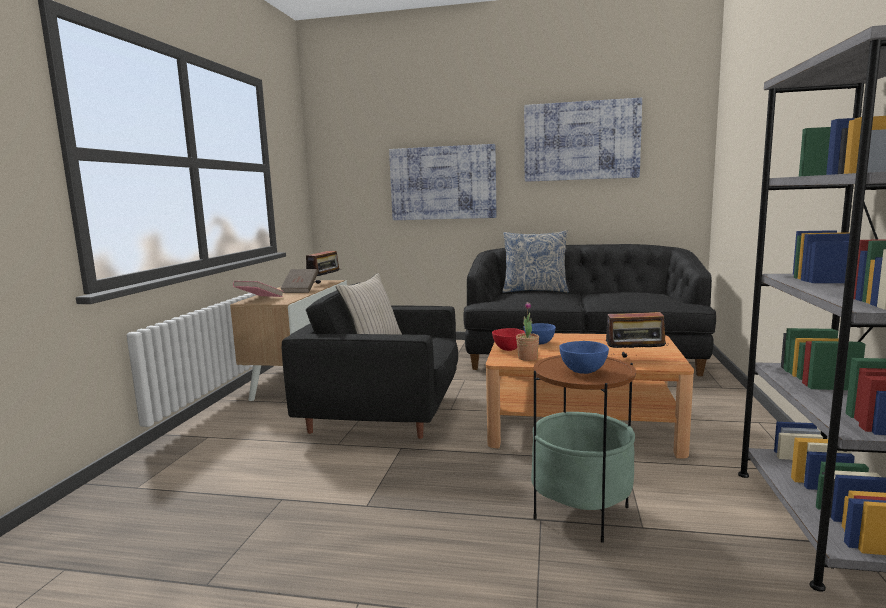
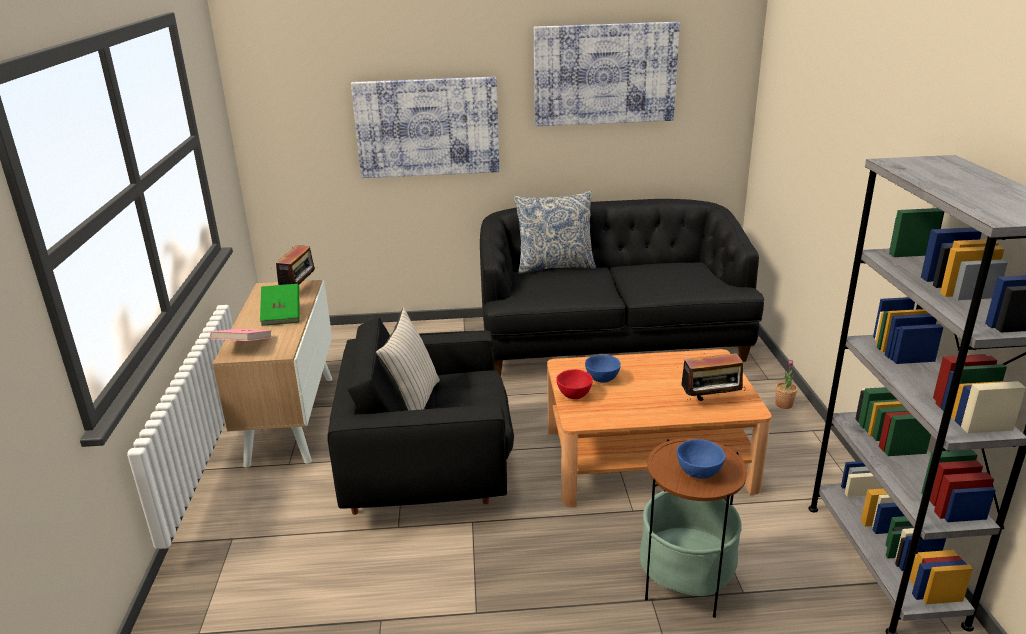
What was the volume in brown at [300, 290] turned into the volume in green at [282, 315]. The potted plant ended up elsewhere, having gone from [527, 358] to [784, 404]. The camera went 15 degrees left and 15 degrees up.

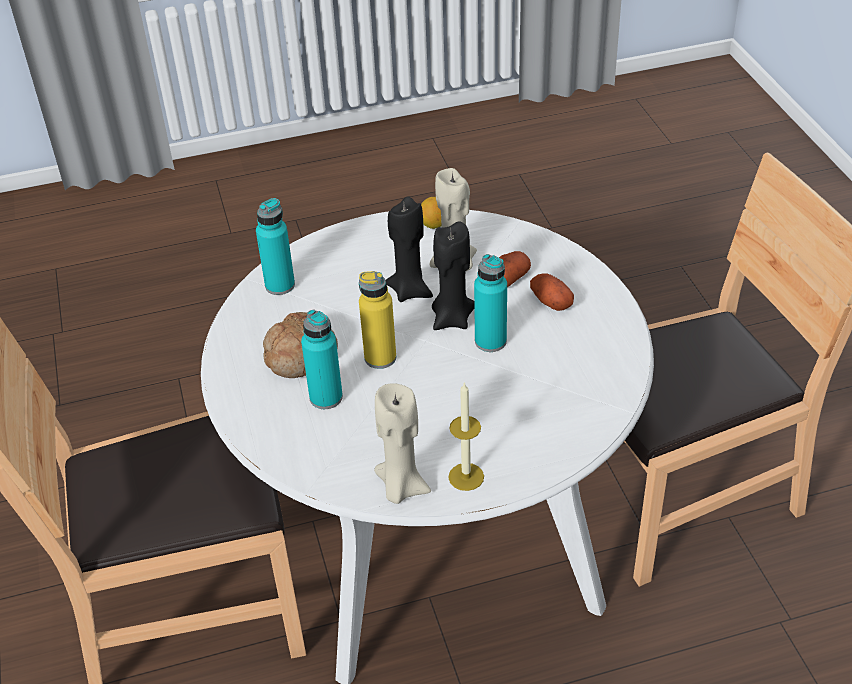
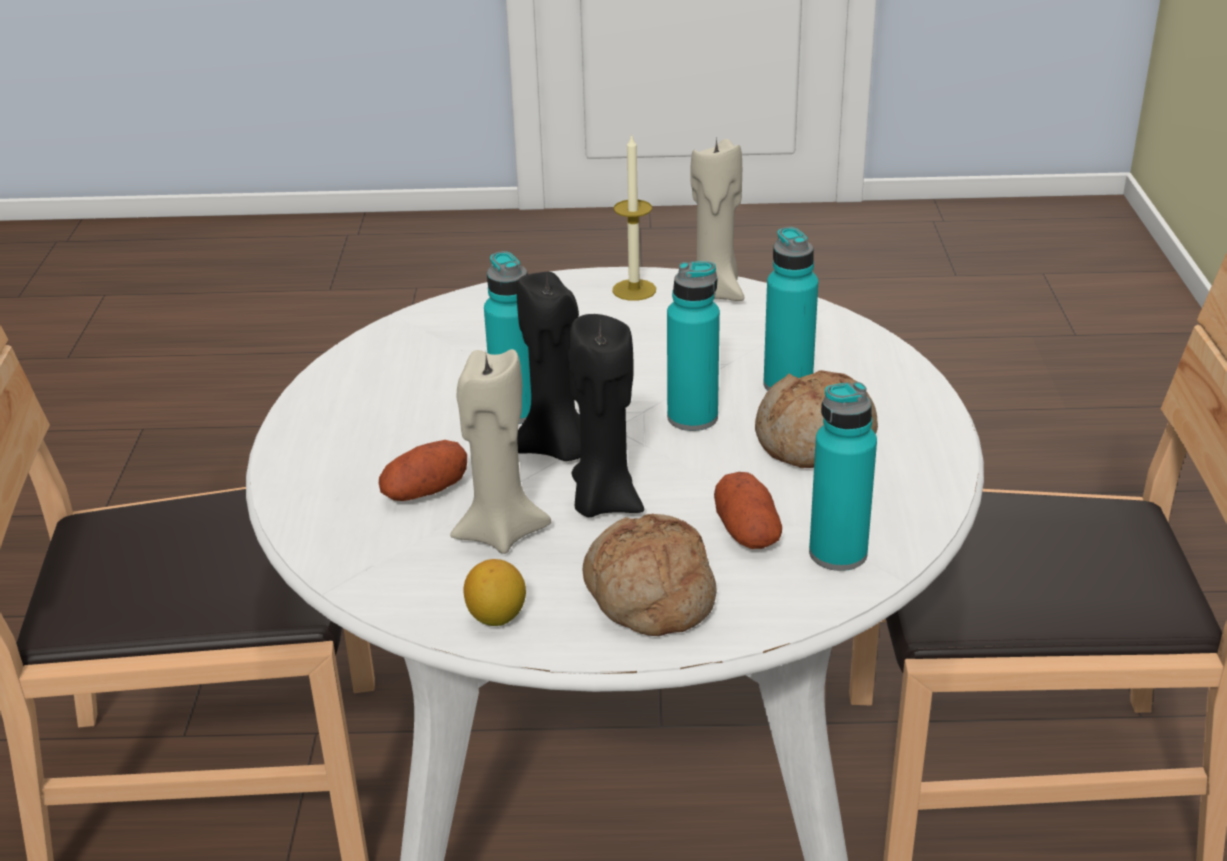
The second view gained the bread at [648, 596]. What was the beverage bottle in yellow-coloured at [380, 358] turned into the beverage bottle in turquoise at [692, 417]. The whole potato ended up elsewhere, having gone from [551, 301] to [747, 531]. The camera went 165 degrees left and 10 degrees down.

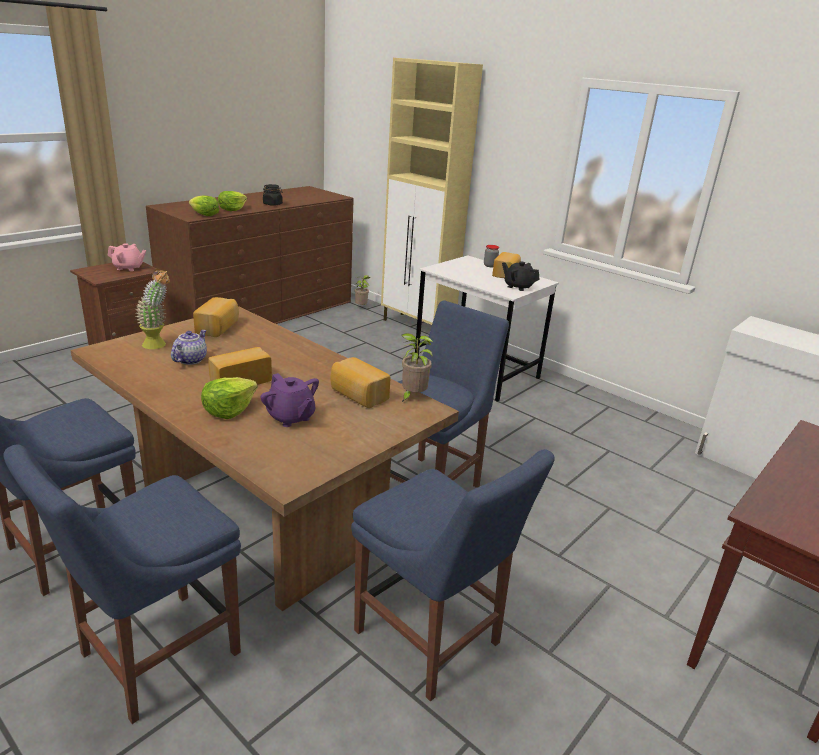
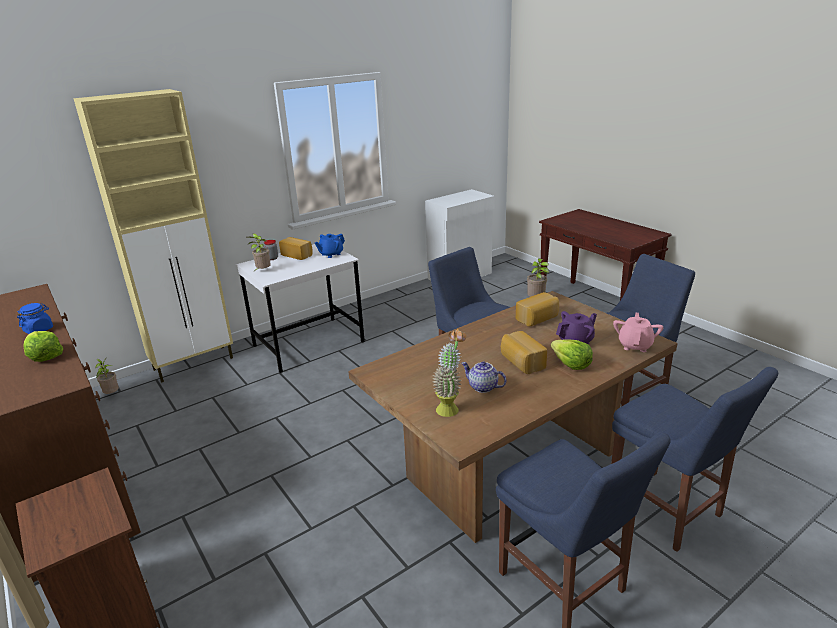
What was the preserve jar in black-coloured at [273, 204] turned into the preserve jar in blue-coloured at [39, 330]. The second view gained the potted plant at [263, 271]. What was the pot for tea in black-coloured at [518, 287] turned into the pot for tea in blue-coloured at [331, 254]. The pot for tea in pink-coloured ended up elsewhere, having gone from [128, 268] to [635, 345]. The second view lost the lettuce head at [204, 215]. The second view lost the bread at [218, 328]. The camera went 75 degrees left and 0 degrees up.

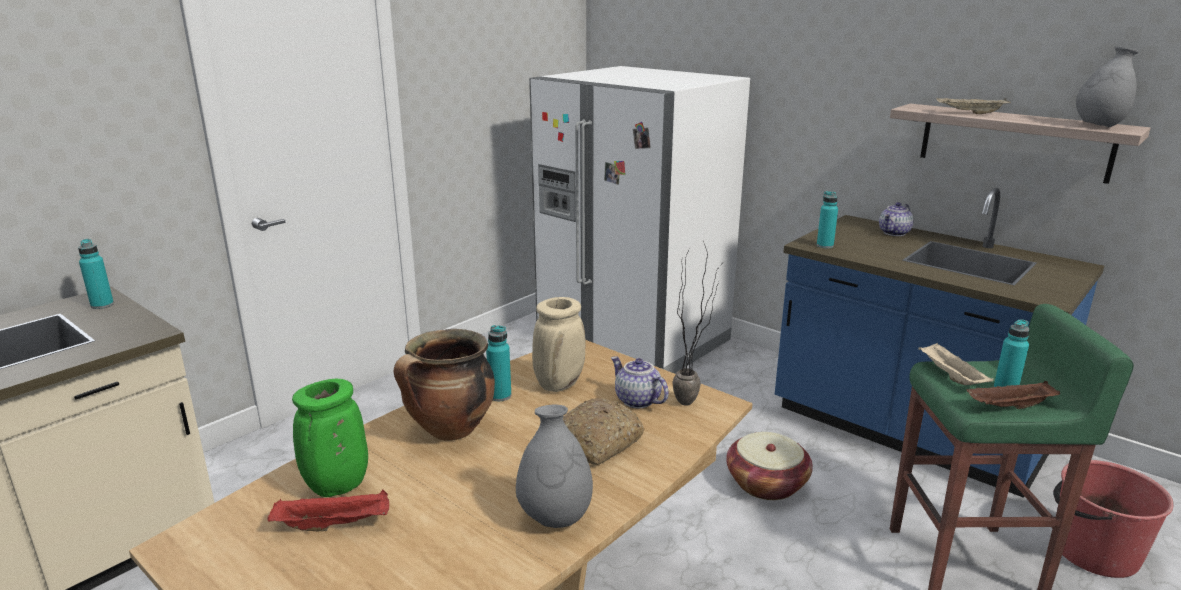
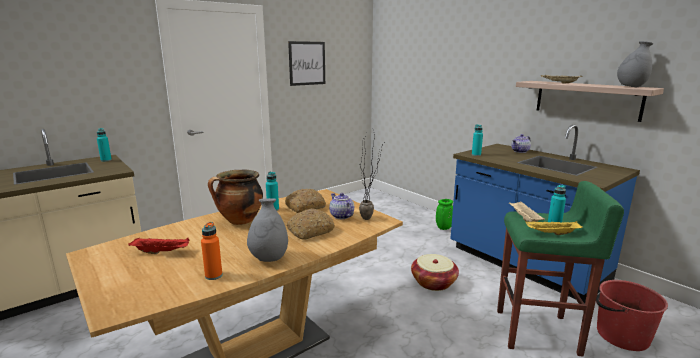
The second view gained the beverage bottle in orange at [213, 275]. Where the flower vase in beige-coloured stood at [559, 384], the bread came to stand at [305, 207]. The second view gained the wall art at [307, 63]. The flower vase in green ended up elsewhere, having gone from [336, 487] to [443, 228]. What was the carrying tray in brown at [1010, 407] turned into the carrying tray in yellow-coloured at [552, 234]. The second view lost the refrigerator in whitish at [633, 340]. The camera went 10 degrees right and 5 degrees down.

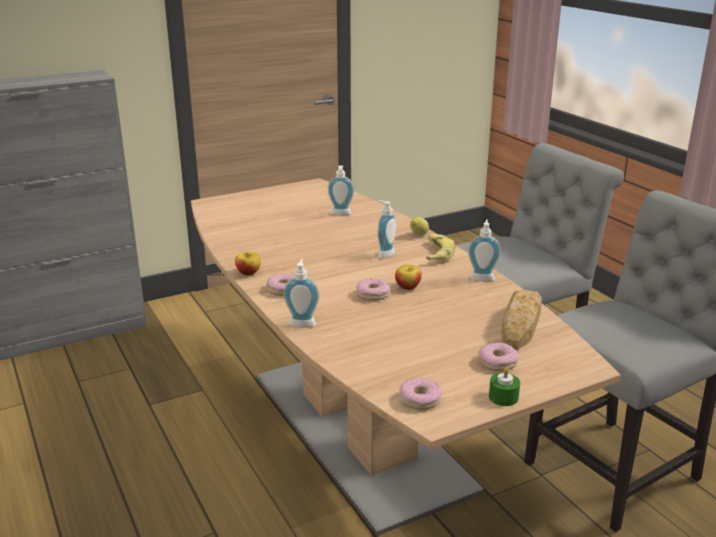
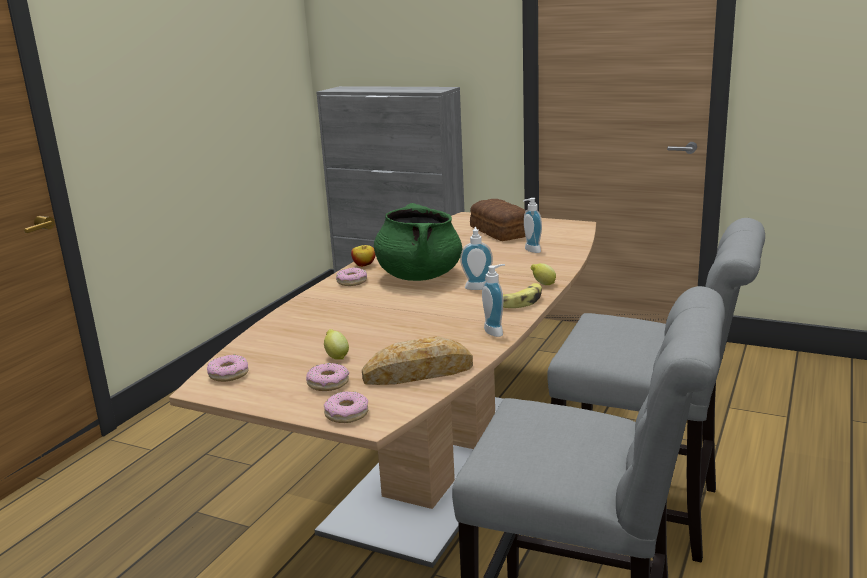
The second view gained the citrus fruit at [336, 356]. The doughnut ended up elsewhere, having gone from [372, 294] to [346, 414]. The second view gained the saucepot in green at [419, 276]. The second view gained the bread at [499, 232]. The second view lost the soap dispenser at [302, 323]. The second view lost the whole apple at [407, 287]. The second view lost the wax candle in green at [503, 397]. The camera went 55 degrees right and 5 degrees down.

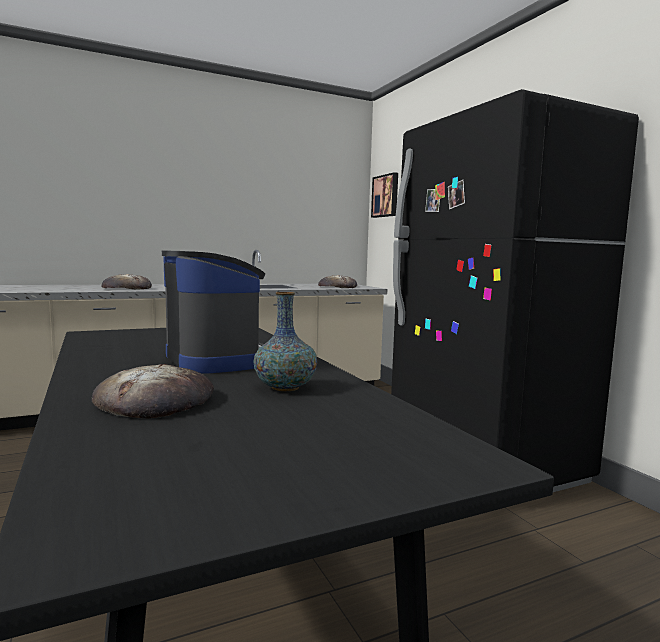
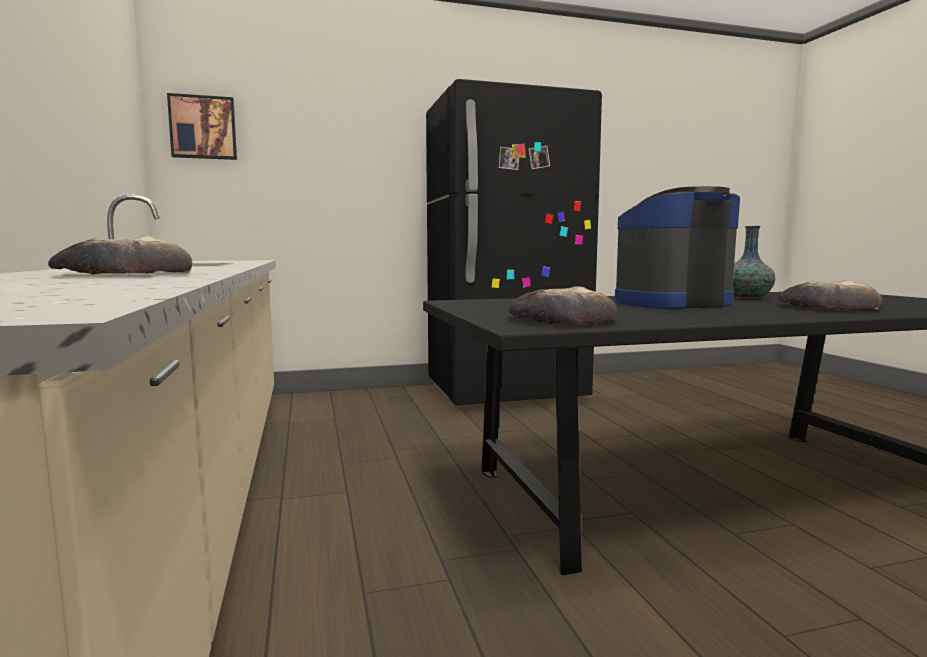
The bread ended up elsewhere, having gone from [337, 286] to [560, 319]. The camera went 80 degrees left and 0 degrees up.

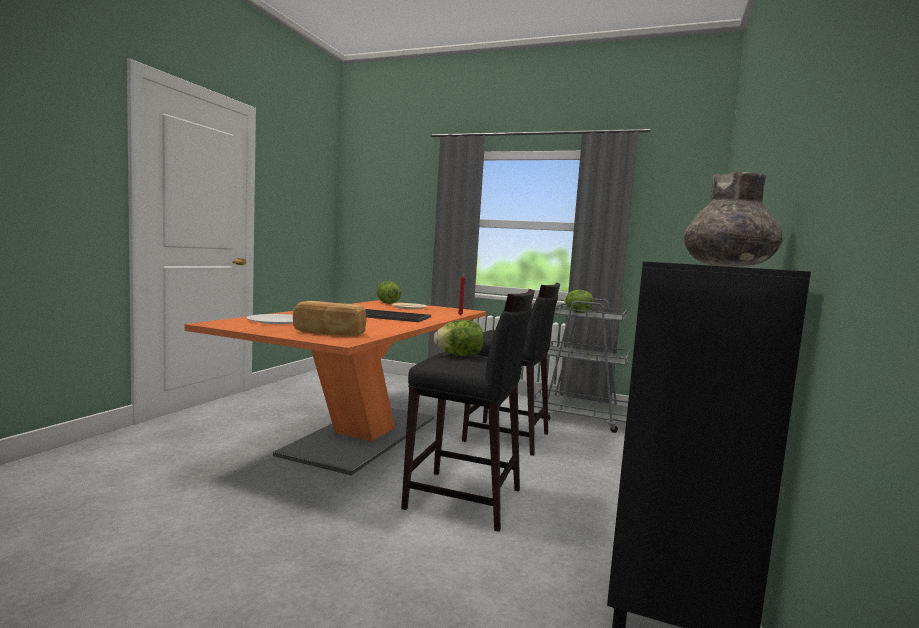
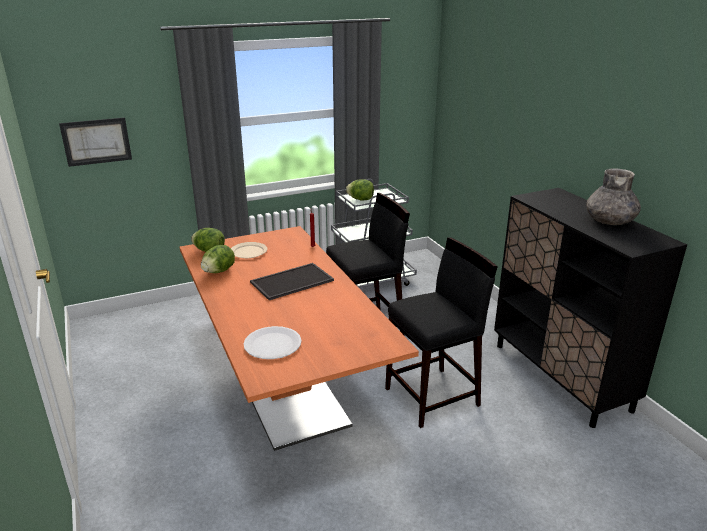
The second view gained the wall art at [96, 141]. The lettuce head ended up elsewhere, having gone from [459, 355] to [219, 271]. The second view lost the bread at [328, 333]. The camera went 45 degrees left and 20 degrees up.

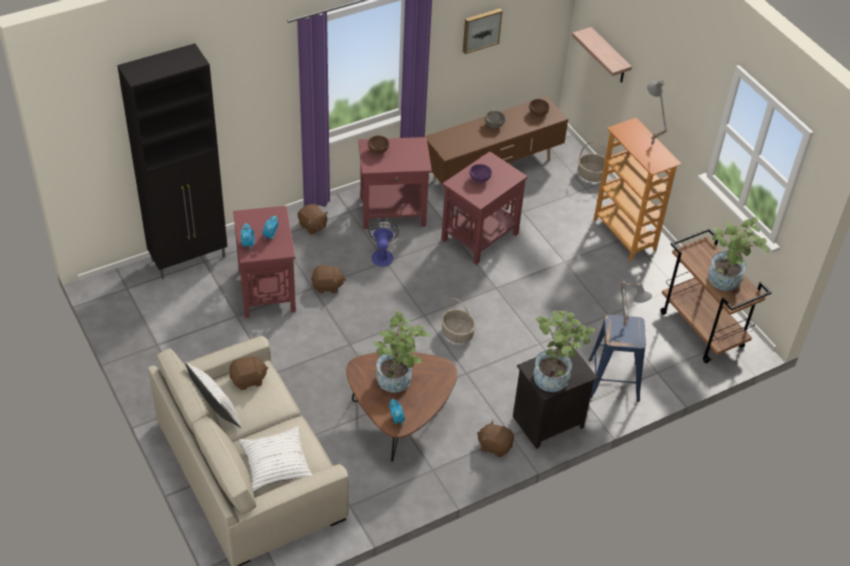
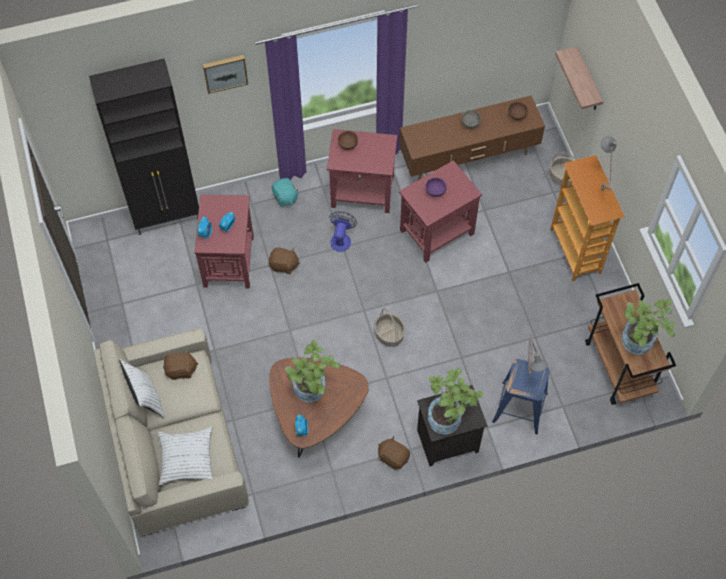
The wall art ended up elsewhere, having gone from [481, 30] to [225, 72]. What was the soft toy in brown at [312, 226] turned into the soft toy in turquoise at [285, 197]. The camera went 15 degrees right and 15 degrees up.

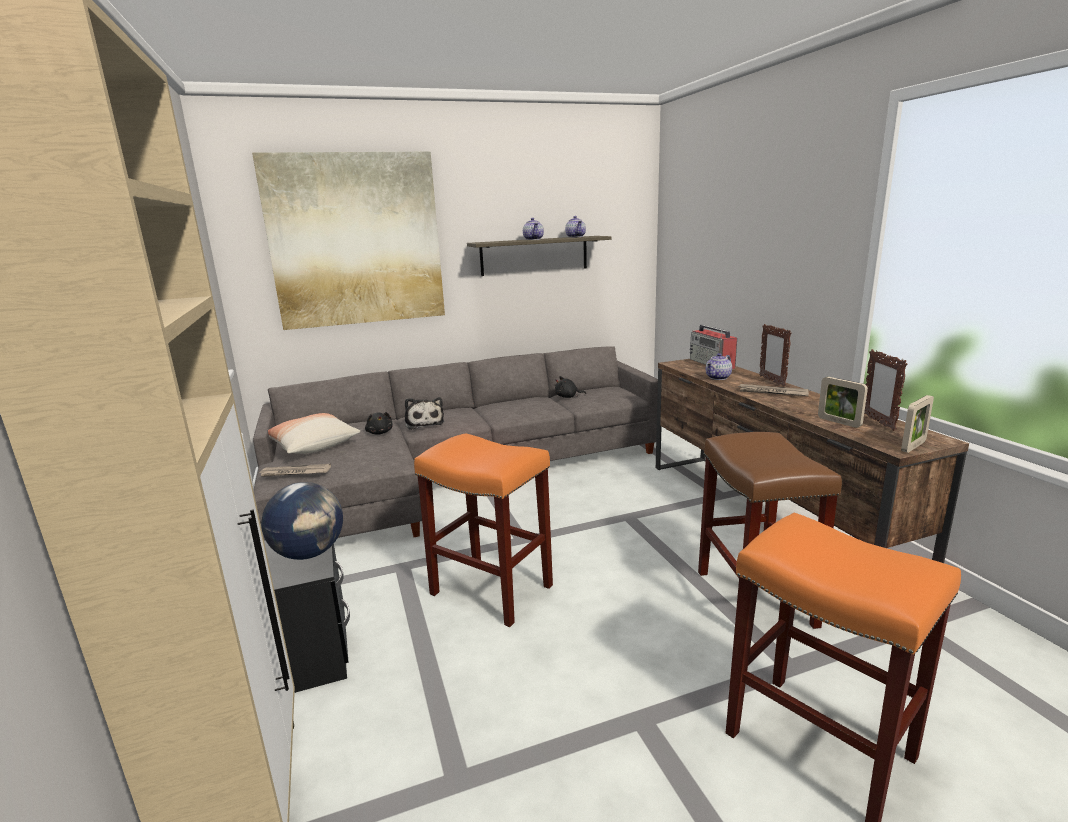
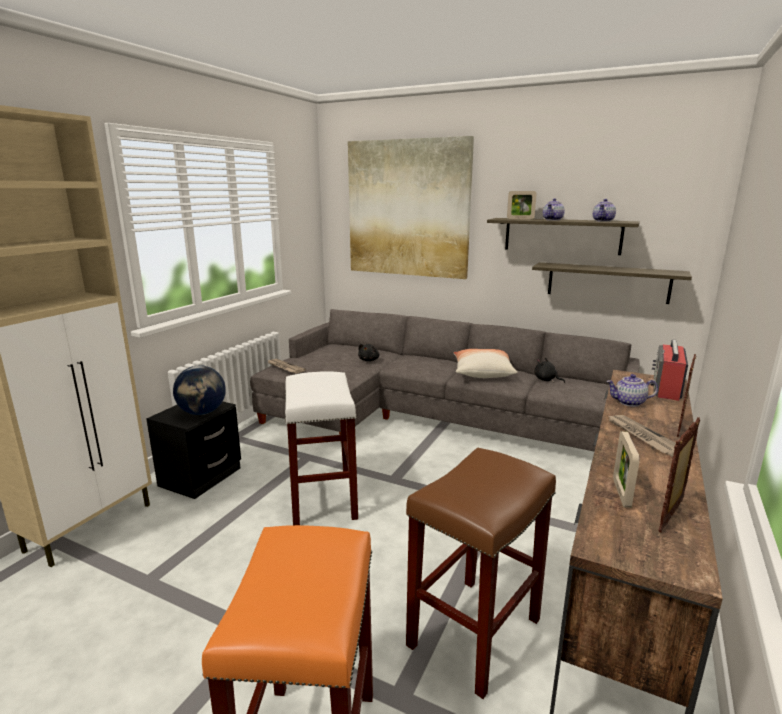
What was the stool seat in orange at [493, 590] turned into the stool seat in whitish at [324, 499]. The throw pillow ended up elsewhere, having gone from [312, 445] to [482, 372]. The picture frame ended up elsewhere, having gone from [913, 446] to [520, 219]. The second view gained the wall shelf at [607, 282]. The second view lost the soft toy at [424, 423]. The camera went 45 degrees right and 0 degrees up.

